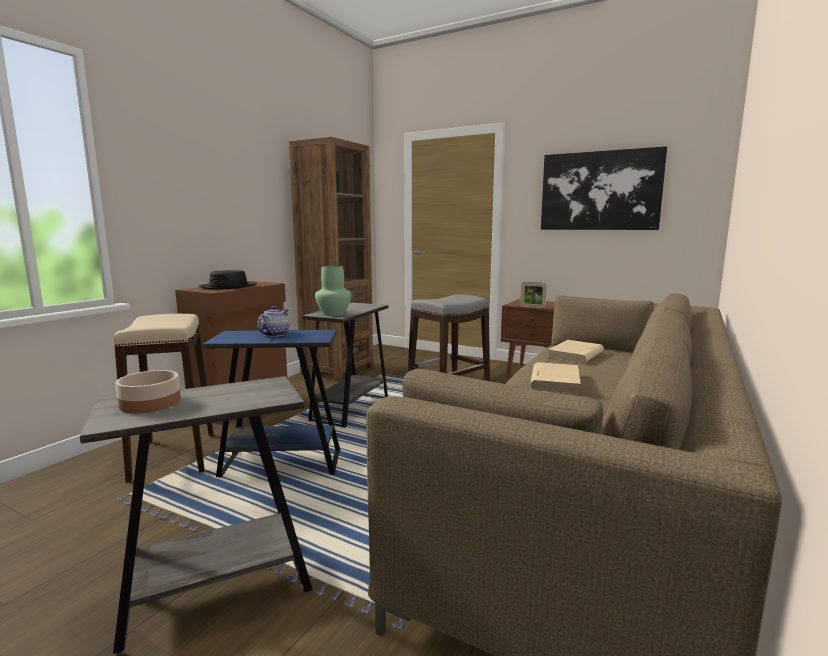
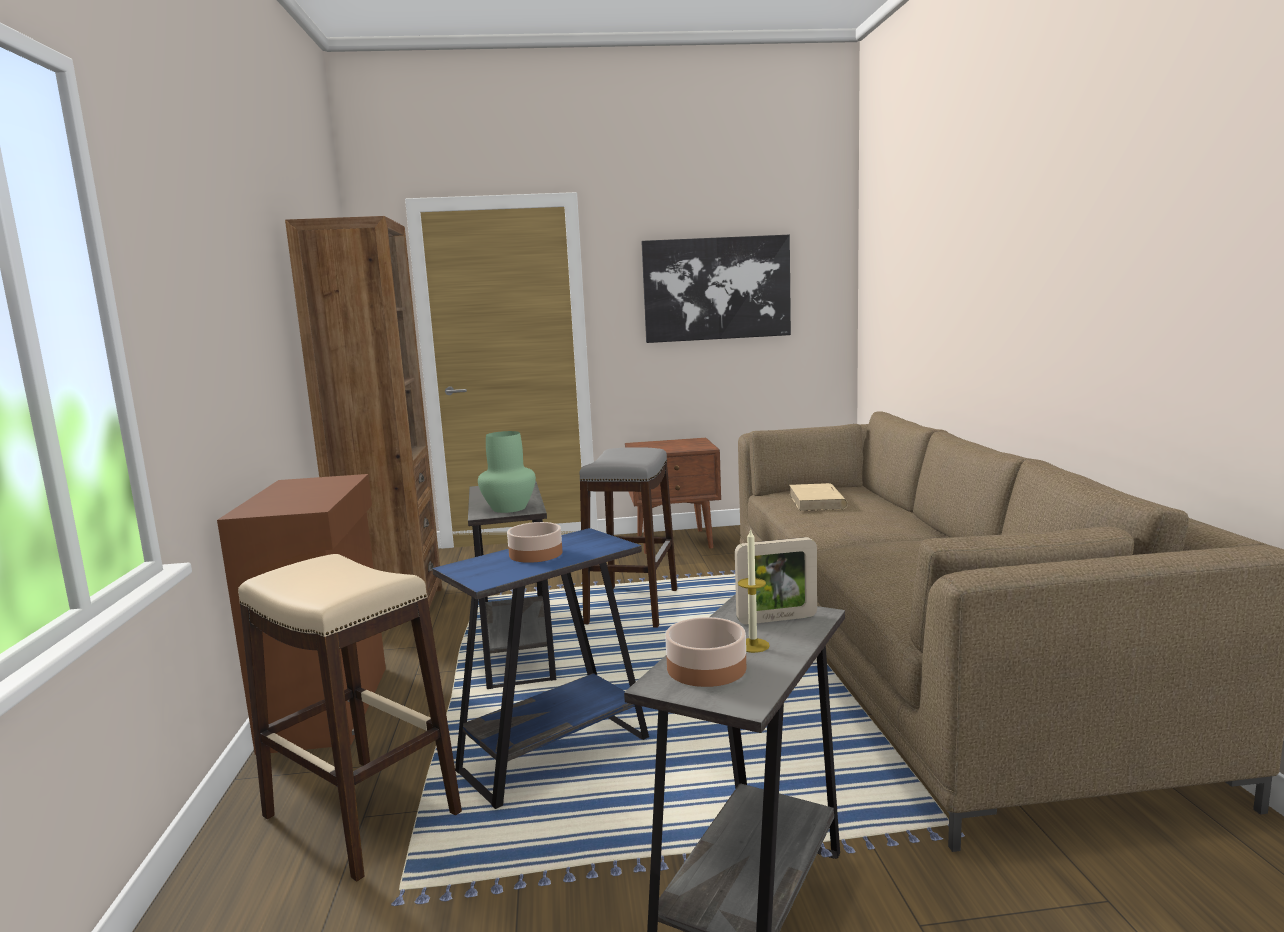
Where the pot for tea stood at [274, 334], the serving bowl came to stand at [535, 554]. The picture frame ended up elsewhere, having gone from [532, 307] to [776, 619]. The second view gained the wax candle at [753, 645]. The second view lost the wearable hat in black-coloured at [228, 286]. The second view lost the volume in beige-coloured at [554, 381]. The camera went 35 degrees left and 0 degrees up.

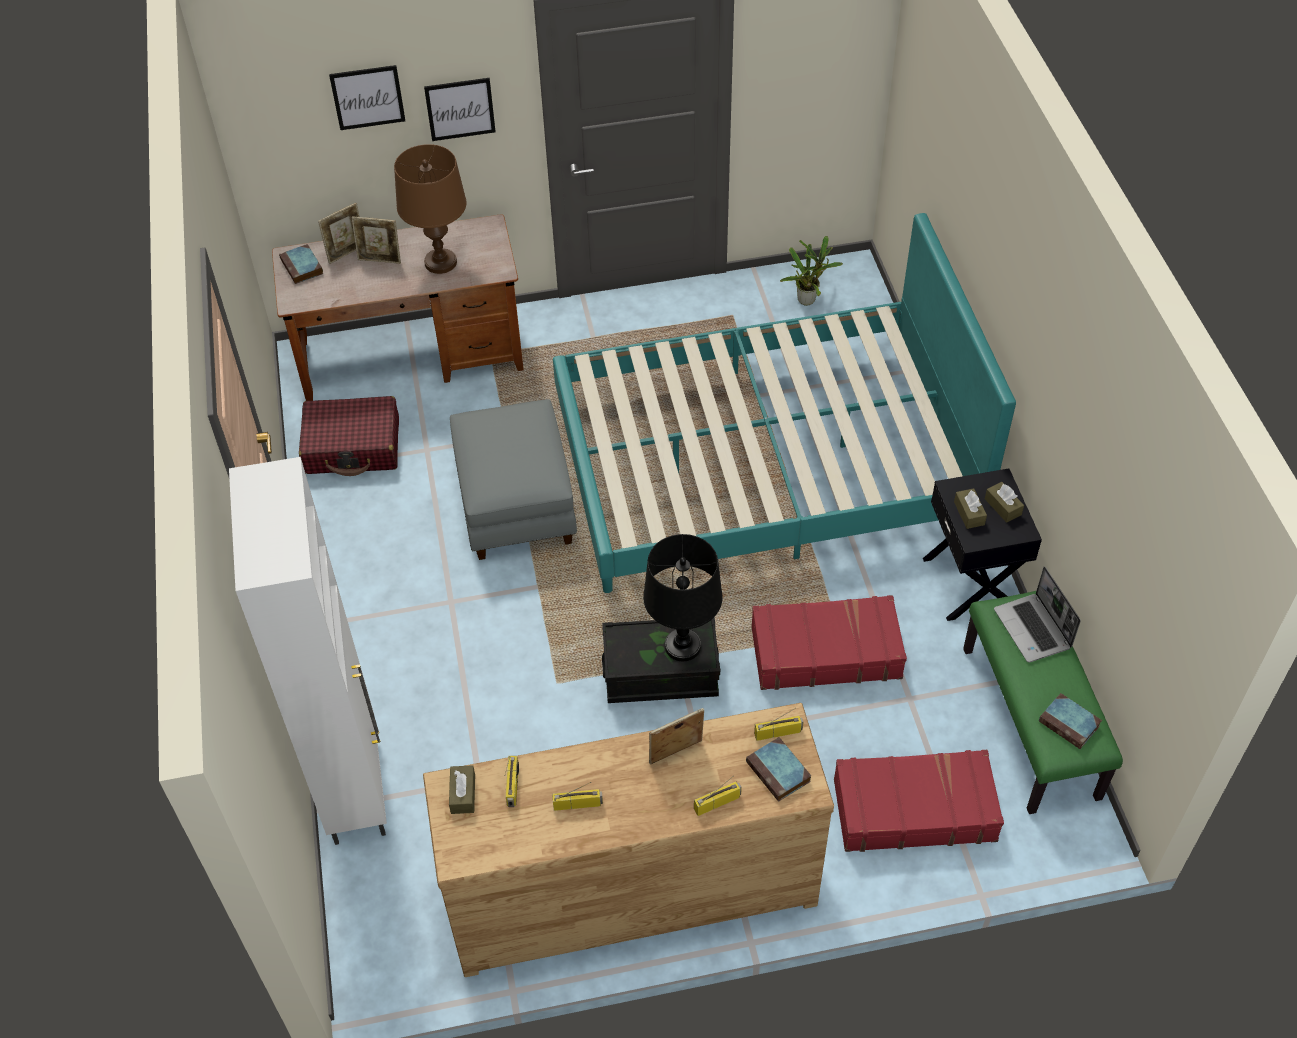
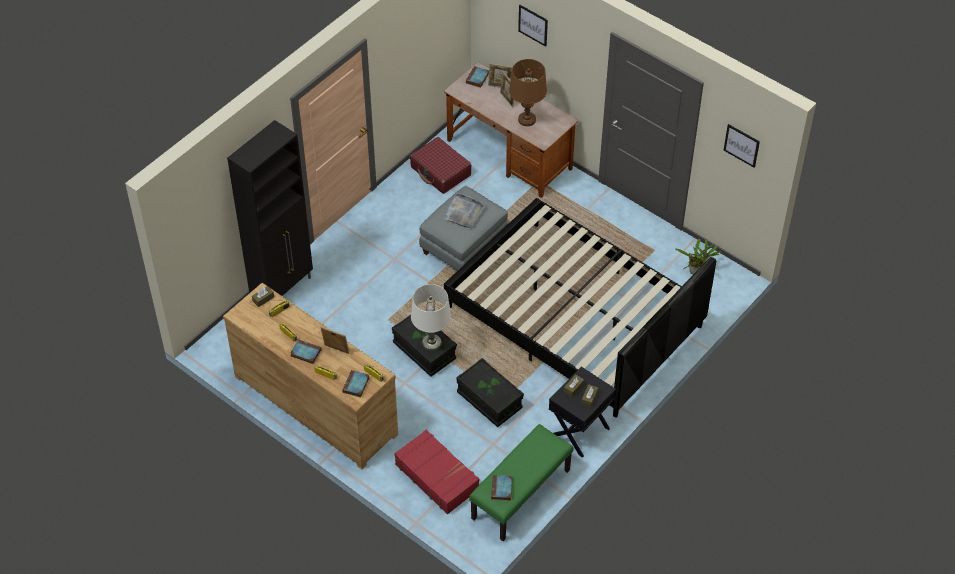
What was the cupboard in whitish at [356, 785] turned into the cupboard in black-coloured at [283, 289]. The second view gained the volume at [305, 353]. What was the lamp for a table in black-coloured at [682, 646] turned into the lamp for a table in whitish at [431, 343]. The second view gained the carrying tray in greyish at [464, 212]. What was the bed in turquoise at [764, 464] turned into the bed in black-coloured at [574, 317]. Where the travel case in red-coloured stood at [825, 652], the storage container in black-coloured came to stand at [489, 400]. The wall art ended up elsewhere, having gone from [460, 109] to [741, 145]. The second view lost the portable computer at [1033, 629]. The camera went 50 degrees right and 0 degrees up.

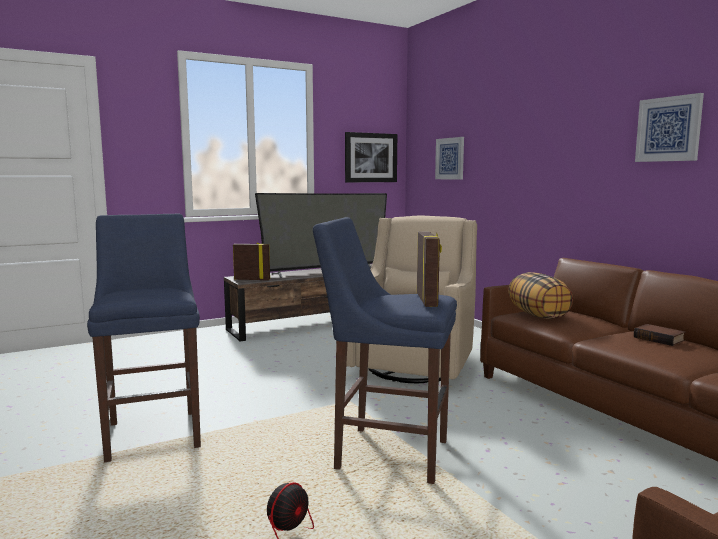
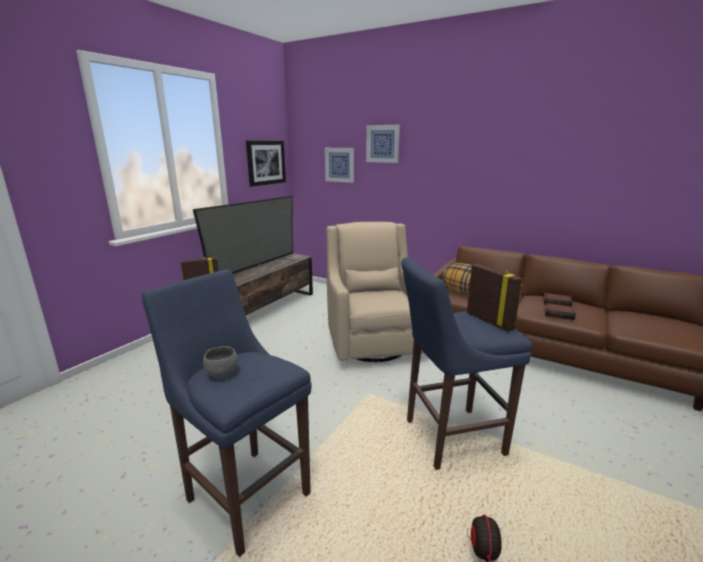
The second view gained the serving bowl in greyish at [222, 373]. The wall art ended up elsewhere, having gone from [668, 129] to [383, 143]. The second view gained the volume at [559, 314]. The camera went 30 degrees left and 10 degrees up.

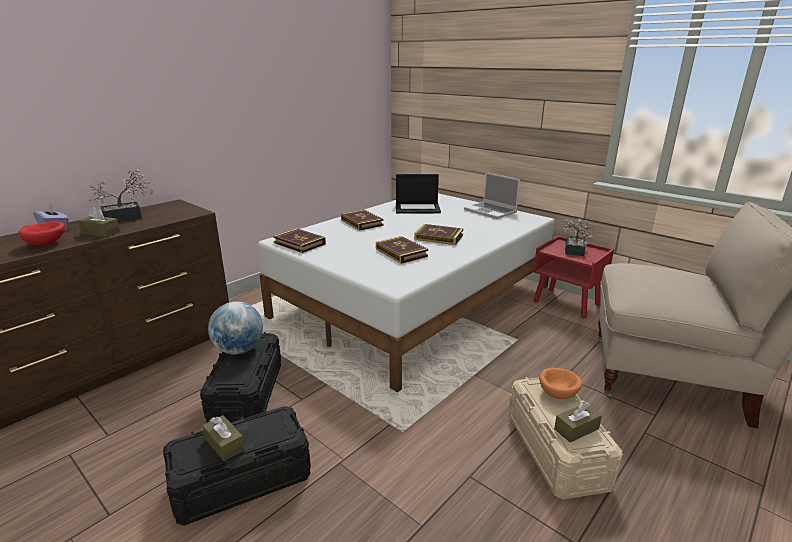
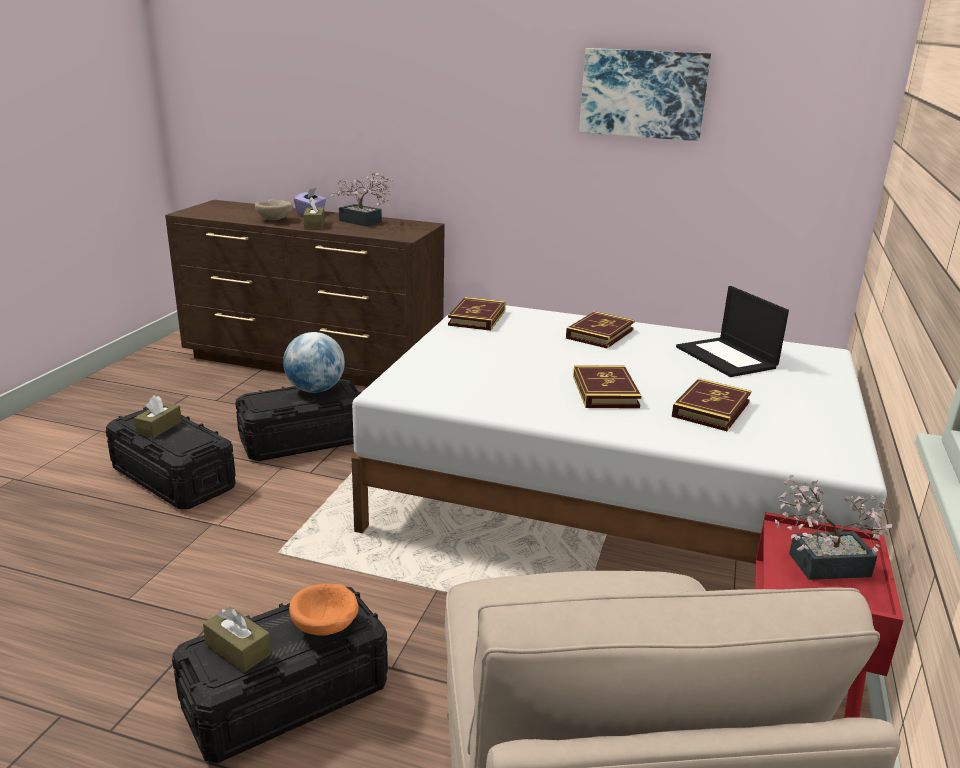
What was the storage container in beige-coloured at [556, 450] turned into the storage container in black-coloured at [287, 697]. What was the serving bowl in red-coloured at [47, 243] turned into the serving bowl in beige-coloured at [275, 220]. The second view gained the wall art at [643, 94]. The volume ended up elsewhere, having gone from [401, 252] to [711, 409]. The second view lost the portable computer at [491, 211]. The camera went 65 degrees right and 0 degrees up.

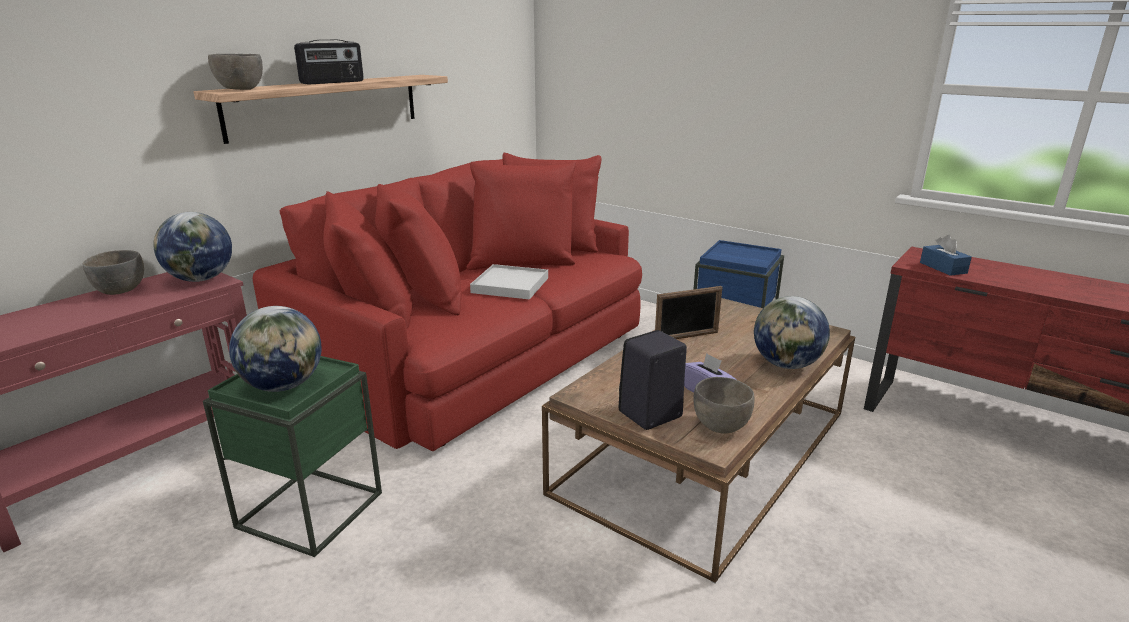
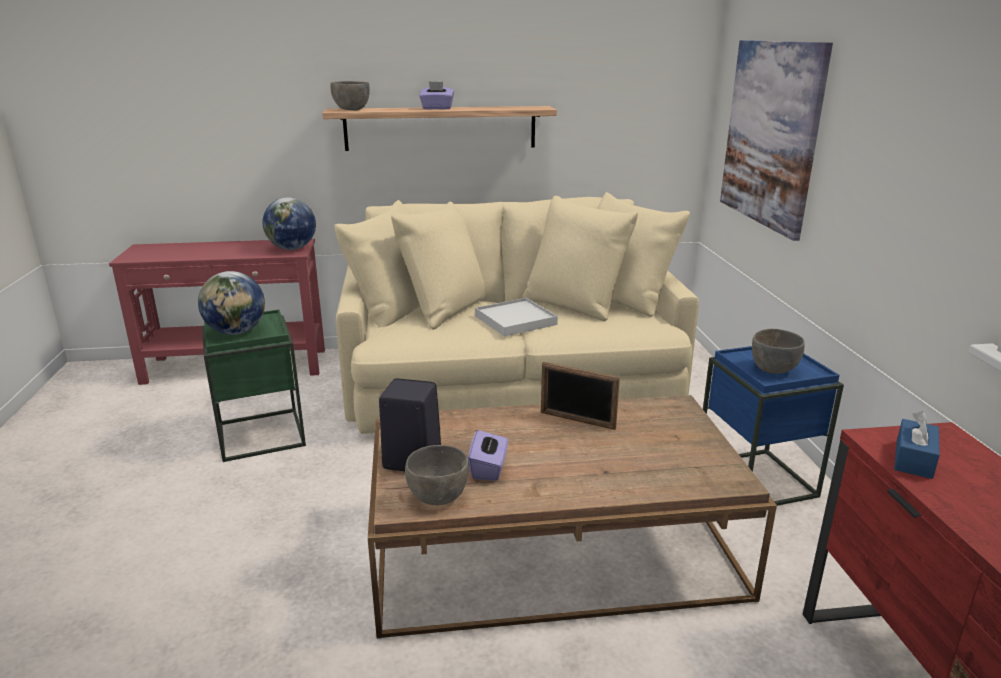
What was the sofa in red-coloured at [474, 355] turned into the sofa in beige-coloured at [511, 382]. Where the radio stood at [332, 82], the tissue holder in purple came to stand at [437, 108]. The second view gained the wall art at [771, 134]. The serving bowl in greyish ended up elsewhere, having gone from [121, 290] to [774, 369]. The second view lost the globe at [786, 365]. The camera went 45 degrees right and 0 degrees up.

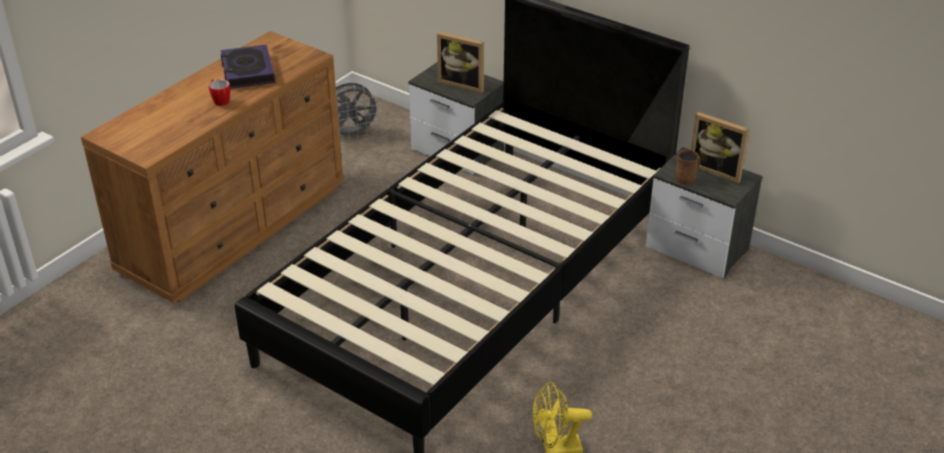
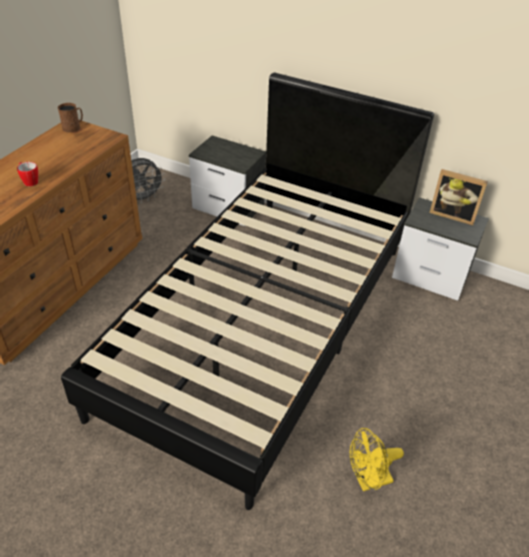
The coffee mug in brown ended up elsewhere, having gone from [687, 178] to [73, 127]. The second view lost the volume at [247, 71]. The second view lost the picture frame at [463, 83]. The camera went 10 degrees left and 5 degrees up.

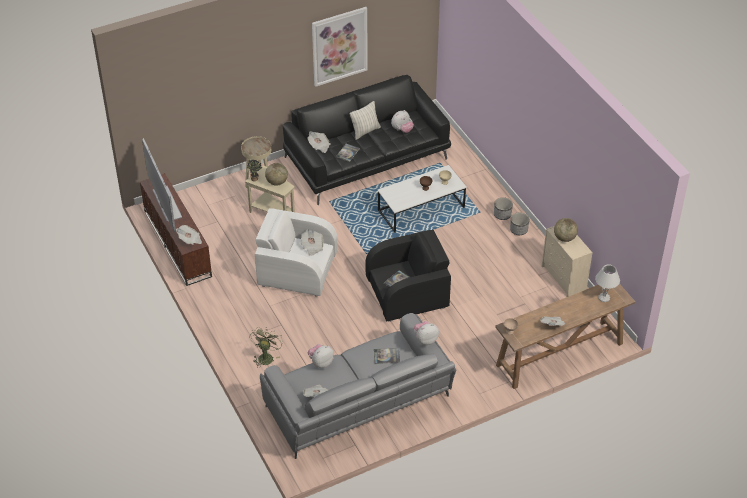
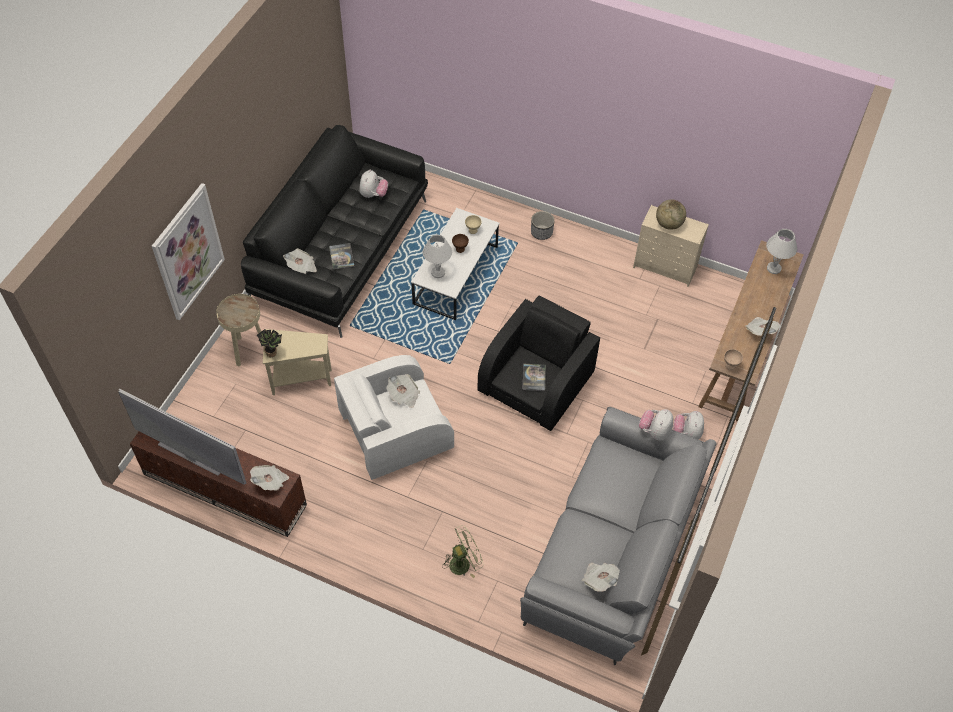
The wall art ended up elsewhere, having gone from [339, 46] to [188, 252]. The second view gained the lamp for a table in whitish at [437, 272]. The cooling fan in green at [266, 356] ended up facing another way, 90 degrees clockwise from before. The soft toy ended up elsewhere, having gone from [321, 362] to [687, 433]. The second view lost the globe at [277, 182]. The second view lost the throw pillow at [365, 131]. The second view lost the volume at [386, 356]. The second view lost the planter at [519, 230]. The camera went 40 degrees left and 10 degrees up.

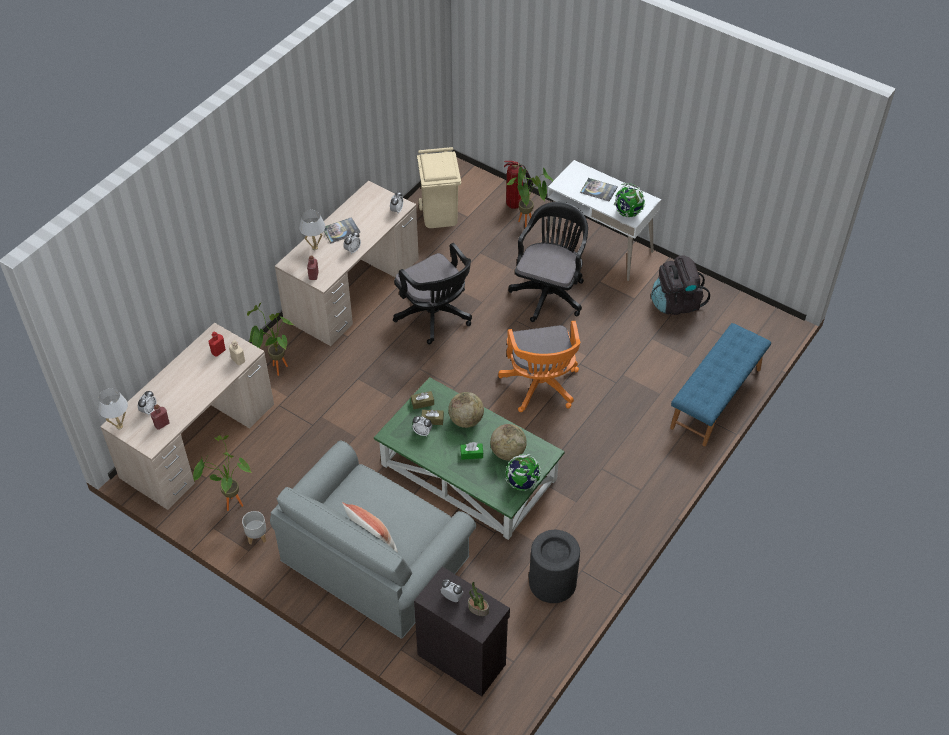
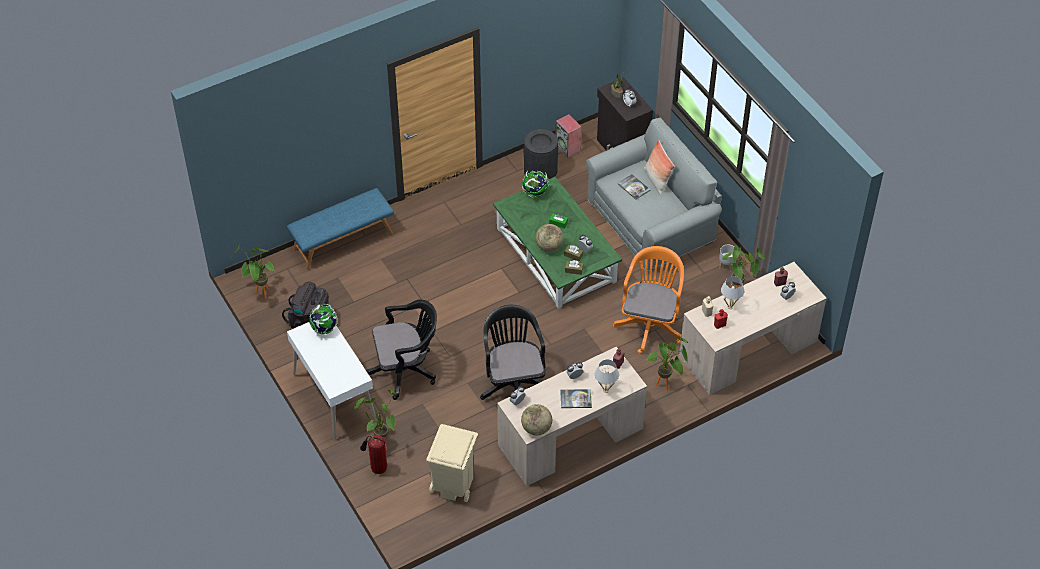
The second view gained the potted plant at [260, 295]. The office chair in black-coloured at [549, 292] ended up facing another way, 150 degrees counterclockwise from before. The globe ended up elsewhere, having gone from [507, 452] to [536, 428]. The second view gained the speaker at [568, 148]. The office chair in orange ended up elsewhere, having gone from [541, 387] to [650, 324]. The volume ended up elsewhere, having gone from [598, 190] to [634, 187]. The lamp for a table in whitish ended up elsewhere, having gone from [119, 426] to [730, 307]. The camera went 155 degrees left and 0 degrees up.

